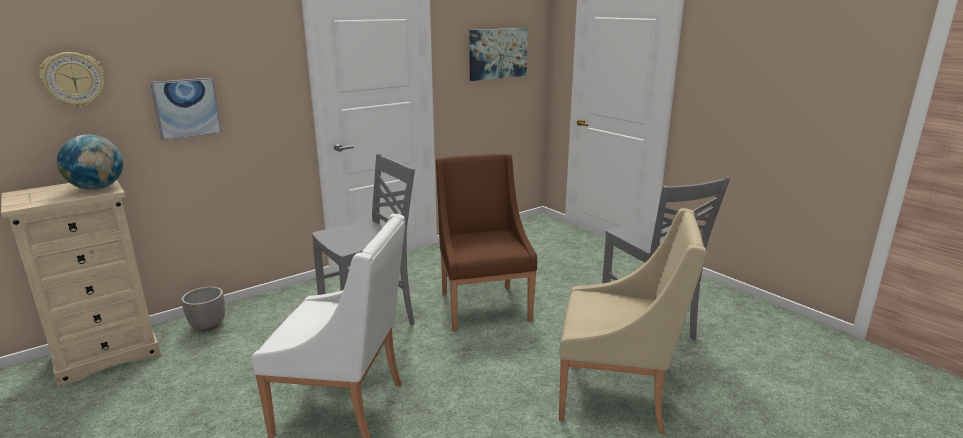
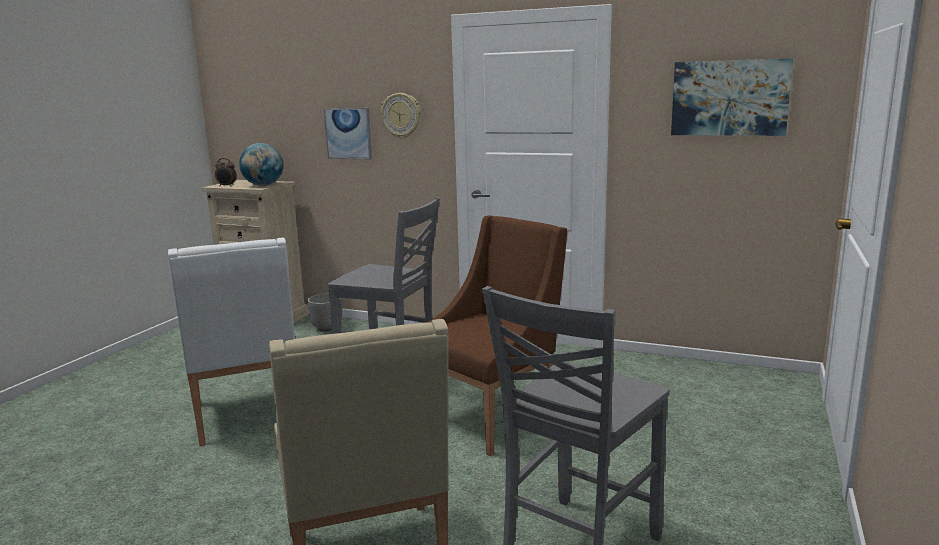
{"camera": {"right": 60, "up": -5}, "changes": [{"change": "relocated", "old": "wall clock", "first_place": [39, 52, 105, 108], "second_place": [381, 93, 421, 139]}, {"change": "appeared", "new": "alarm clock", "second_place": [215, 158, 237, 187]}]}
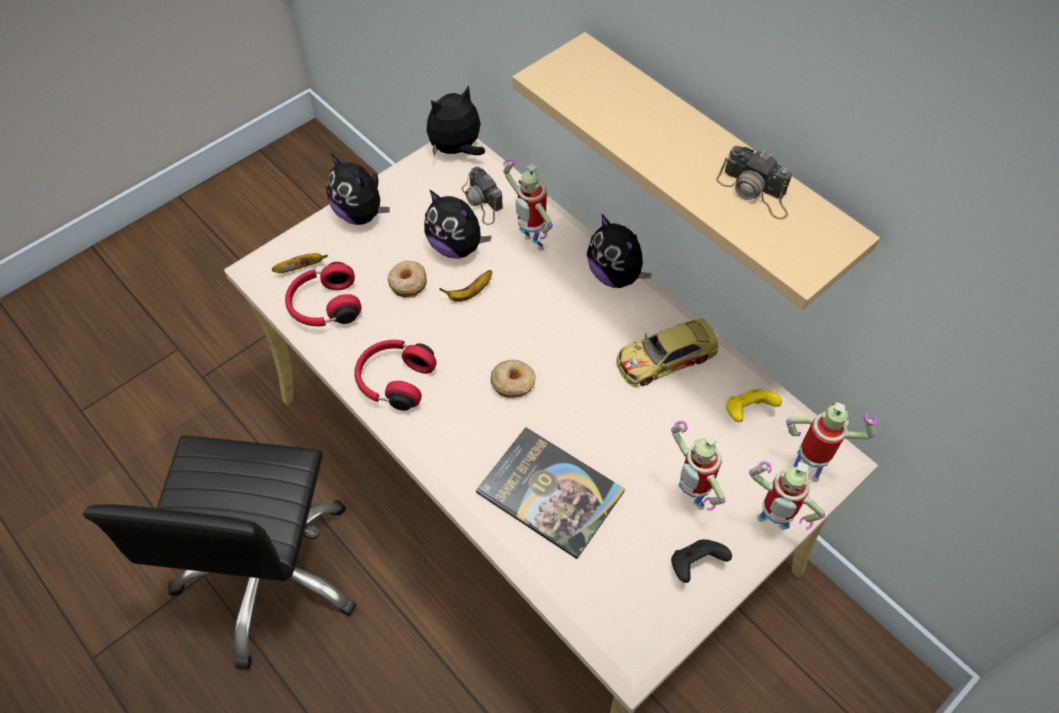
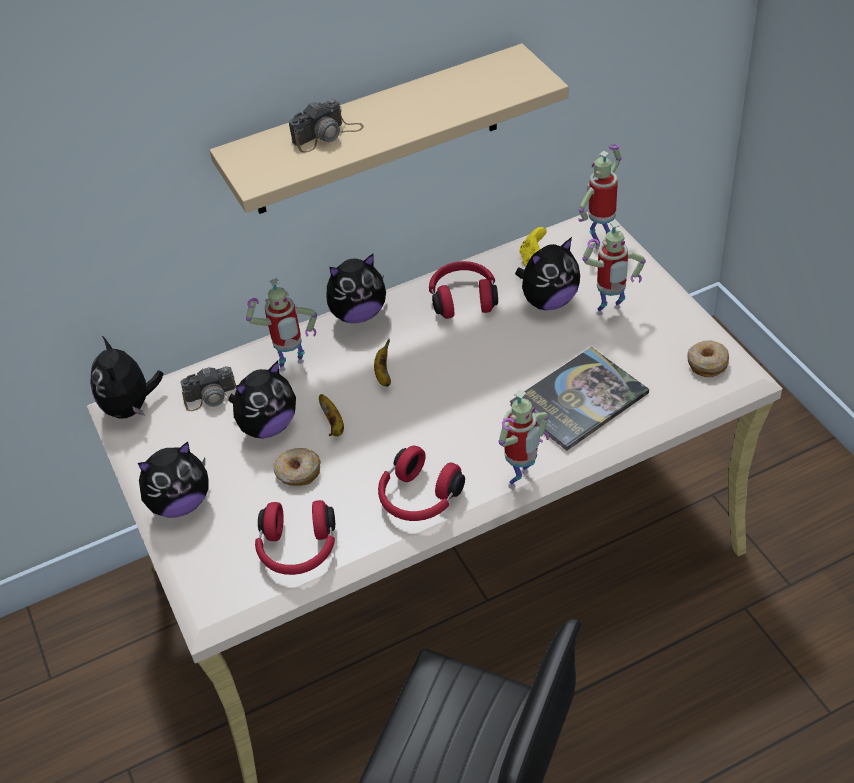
{"camera": {"right": -70, "up": -10}, "changes": [{"change": "relocated", "old": "banana", "first_place": [272, 253, 328, 273], "second_place": [374, 339, 391, 387]}, {"change": "relocated", "old": "donut", "first_place": [491, 359, 536, 398], "second_place": [687, 340, 729, 377]}, {"change": "exchanged", "old": "toy car", "new": "red headphones", "first_place": [616, 318, 719, 387], "second_place": [429, 261, 498, 319]}, {"change": "missing", "old": "black game controller", "first_place": [671, 539, 732, 583]}, {"change": "relocated", "old": "photo camera", "first_place": [716, 146, 792, 220], "second_place": [289, 98, 364, 153]}, {"change": "relocated", "old": "toy robot", "first_place": [749, 461, 825, 530], "second_place": [499, 389, 549, 489]}, {"change": "appeared", "new": "plush toy", "second_place": [515, 237, 580, 310]}]}
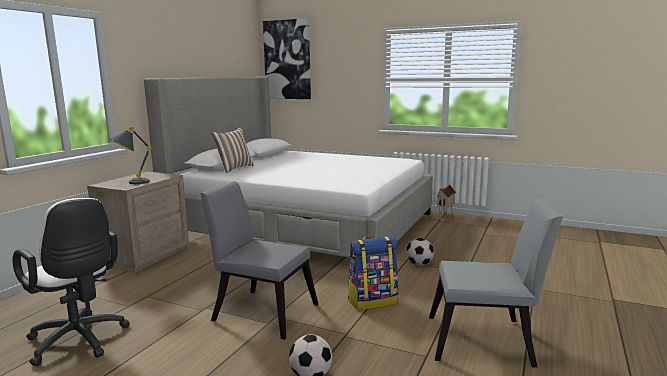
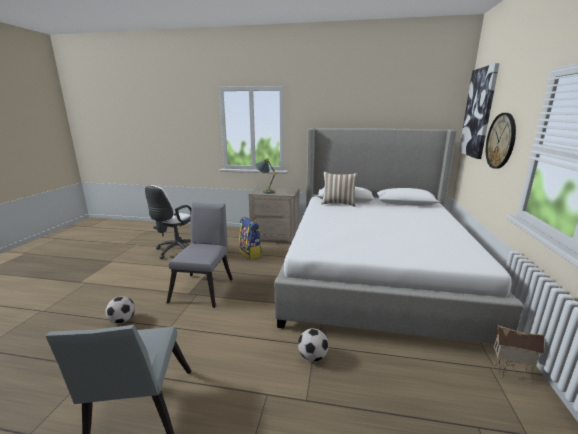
{"camera": {"right": 75, "up": 5}, "changes": [{"change": "relocated", "old": "backpack", "first_place": [348, 236, 398, 310], "second_place": [239, 217, 262, 259]}, {"change": "appeared", "new": "wall clock", "second_place": [486, 113, 516, 169]}]}
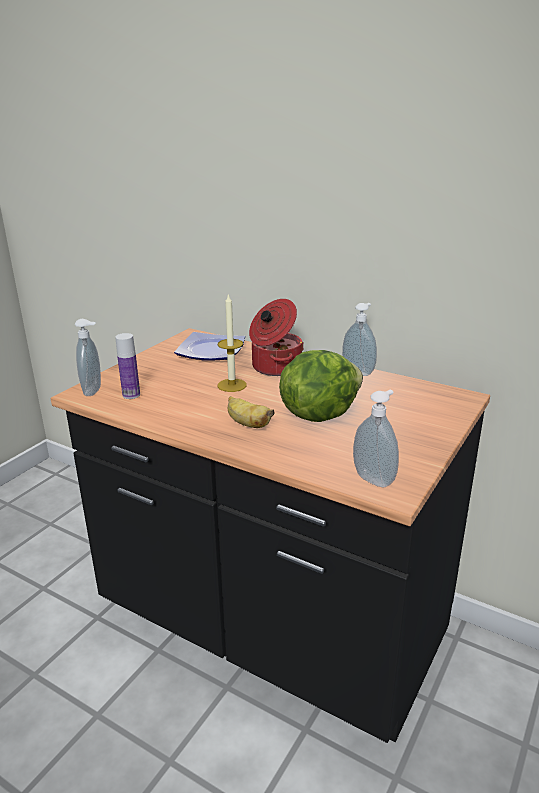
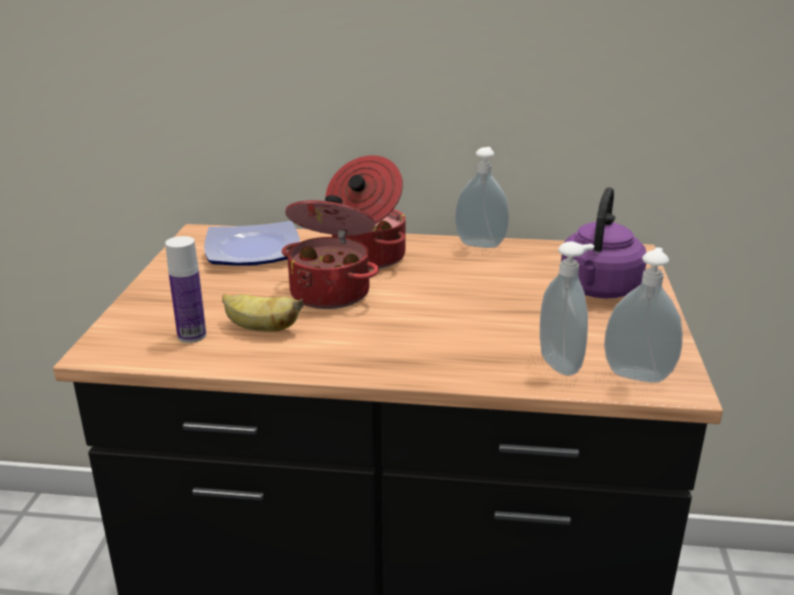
{"camera": {"right": -25, "up": 0}, "changes": [{"change": "relocated", "old": "soap dispenser", "first_place": [75, 319, 101, 396], "second_place": [540, 242, 594, 376]}, {"change": "exchanged", "old": "candle", "new": "cooking pot", "first_place": [218, 293, 247, 392], "second_place": [282, 195, 379, 309]}, {"change": "relocated", "old": "banana", "first_place": [228, 396, 275, 428], "second_place": [222, 294, 303, 332]}, {"change": "missing", "old": "lettuce", "first_place": [279, 350, 363, 422]}, {"change": "appeared", "new": "purple kettle", "second_place": [561, 187, 646, 298]}]}
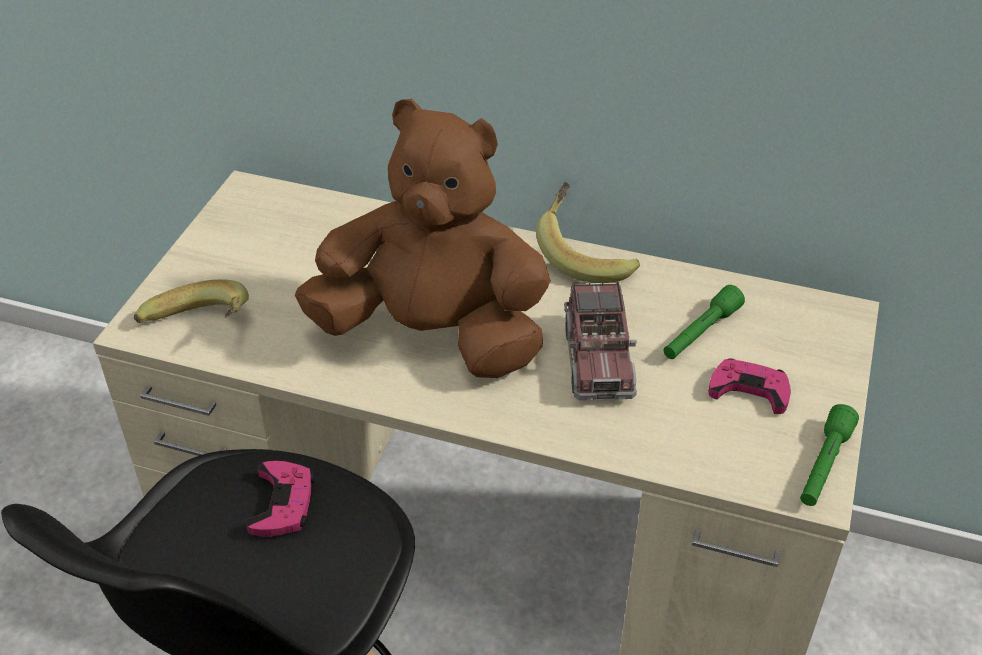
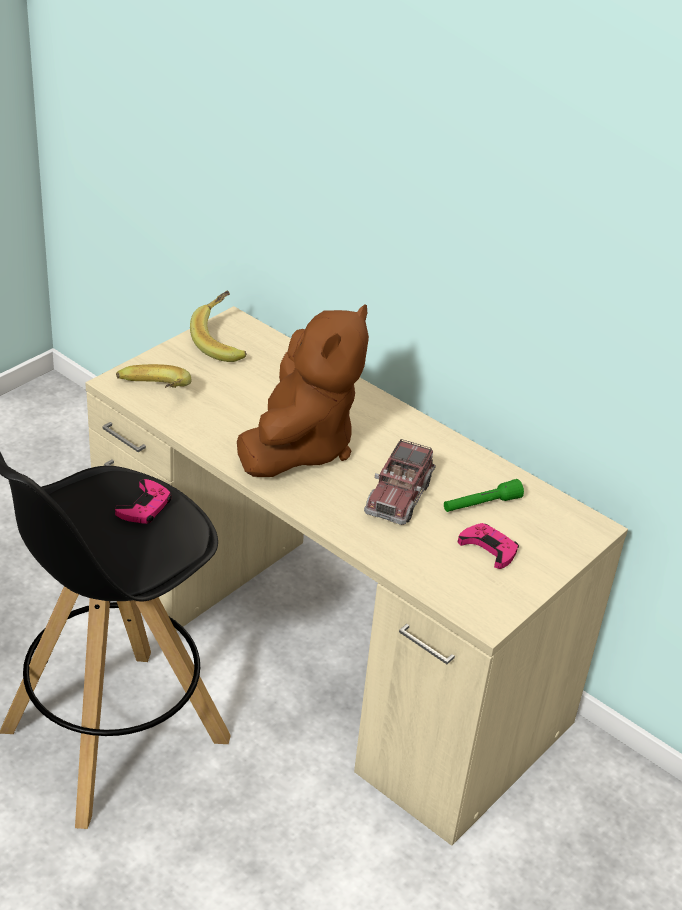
{"camera": {"right": 20, "up": -5}, "changes": [{"change": "spun", "old": "brown plush toy", "first_place": [295, 99, 551, 378], "second_place": [237, 304, 369, 477], "degrees": 75}, {"change": "relocated", "old": "banana", "first_place": [536, 182, 640, 282], "second_place": [190, 291, 247, 362]}, {"change": "missing", "old": "green flashlight", "first_place": [800, 404, 859, 506]}]}
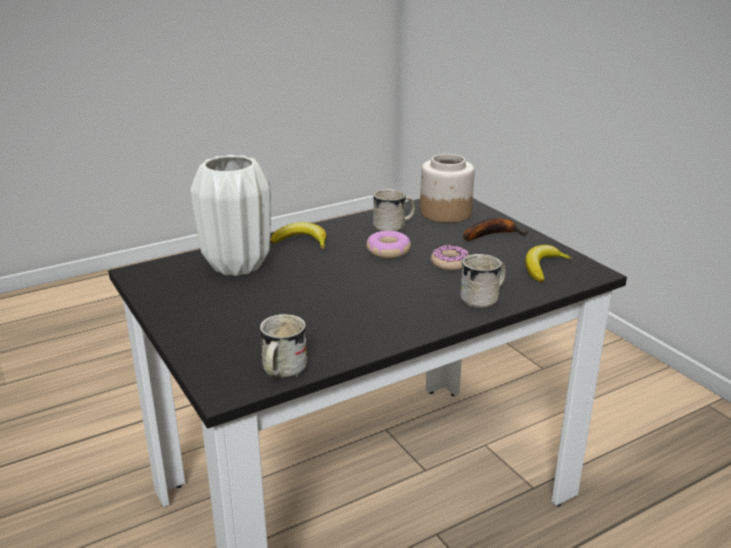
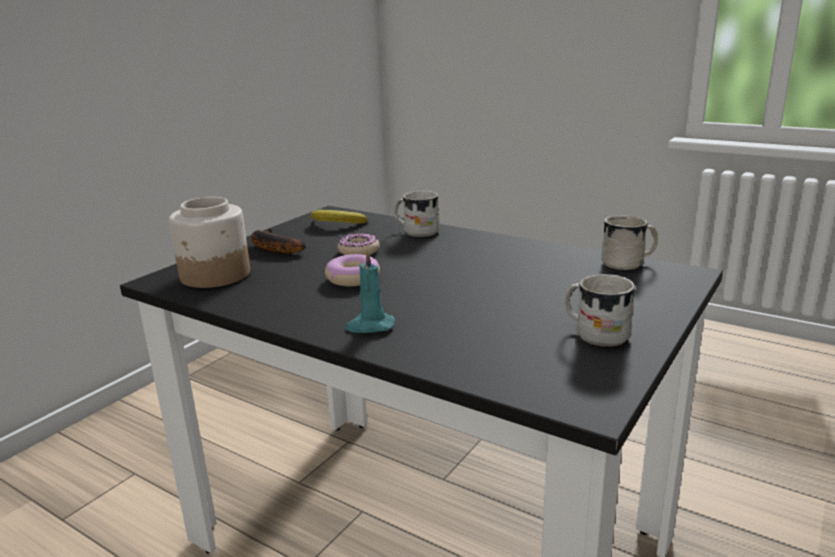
{"camera": {"right": -115, "up": -5}, "changes": [{"change": "missing", "old": "white vase", "first_place": [190, 155, 271, 276]}, {"change": "exchanged", "old": "banana", "new": "turquoise candle", "first_place": [270, 222, 326, 249], "second_place": [345, 250, 395, 333]}, {"change": "relocated", "old": "white mug", "first_place": [373, 189, 415, 231], "second_place": [565, 274, 635, 347]}]}
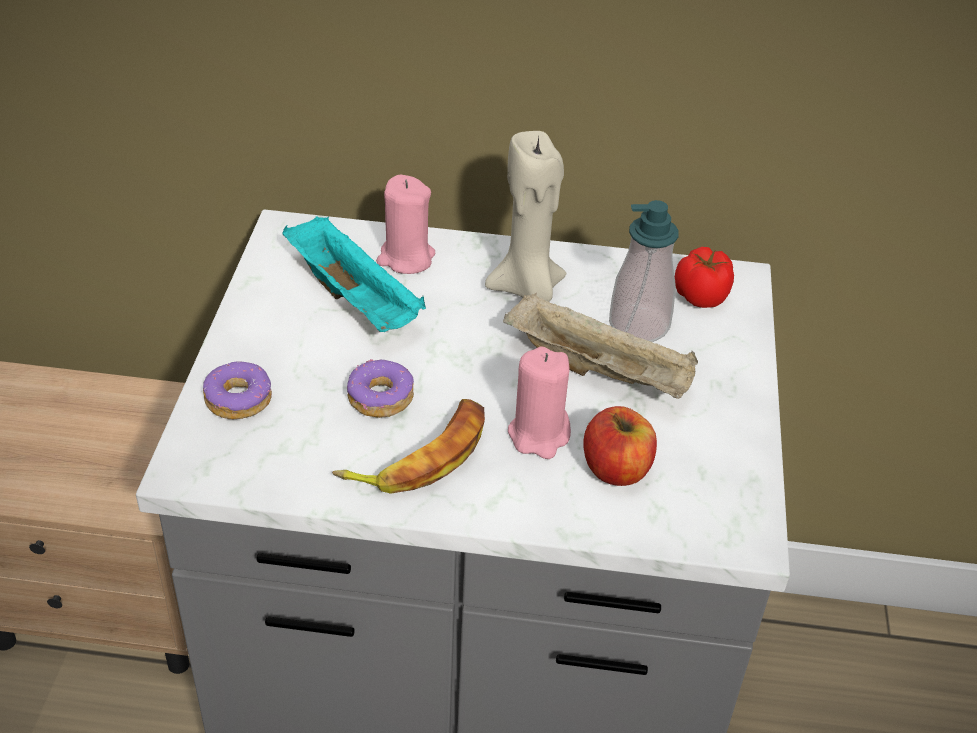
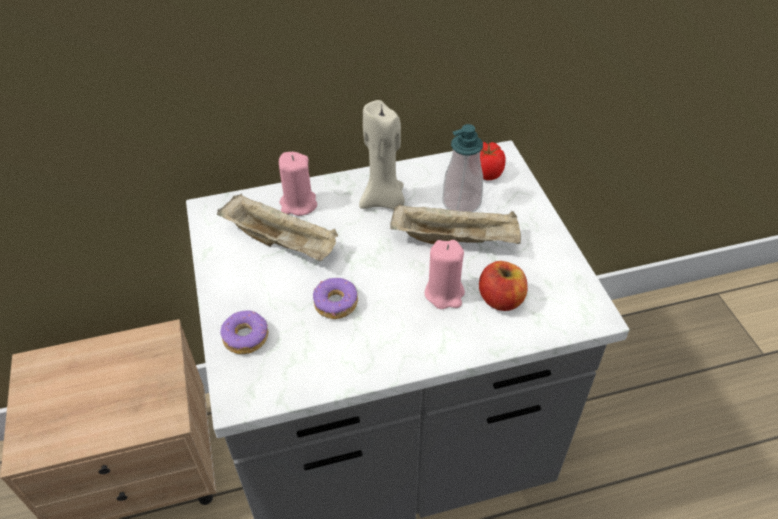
{"camera": {"right": -20, "up": 5}, "changes": [{"change": "colour", "old": "turquoise tray", "new": "beige tray", "first_place": [282, 216, 426, 332], "second_place": [217, 194, 338, 261]}, {"change": "missing", "old": "banana", "first_place": [332, 399, 485, 494]}]}
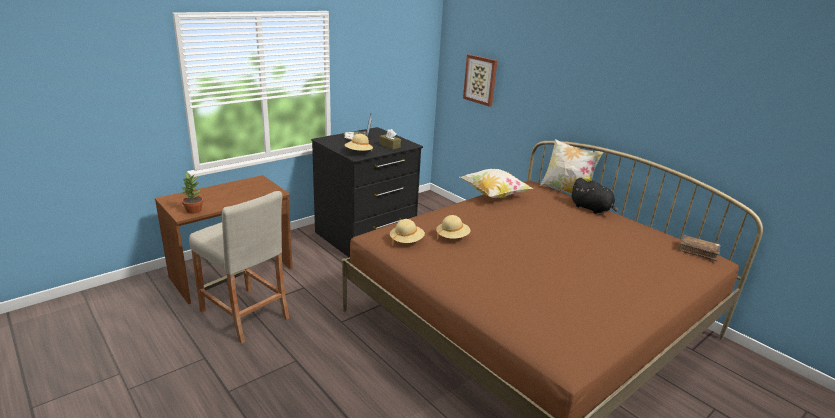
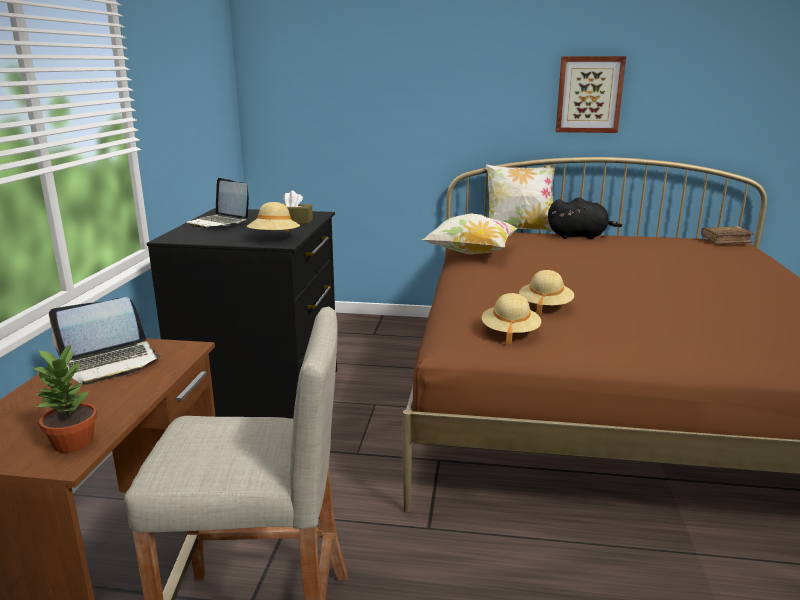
{"camera": {"right": -40, "up": -5}, "changes": [{"change": "relocated", "old": "picture", "first_place": [463, 54, 497, 107], "second_place": [555, 56, 626, 133]}, {"change": "appeared", "new": "laptop", "second_place": [49, 297, 162, 385]}]}
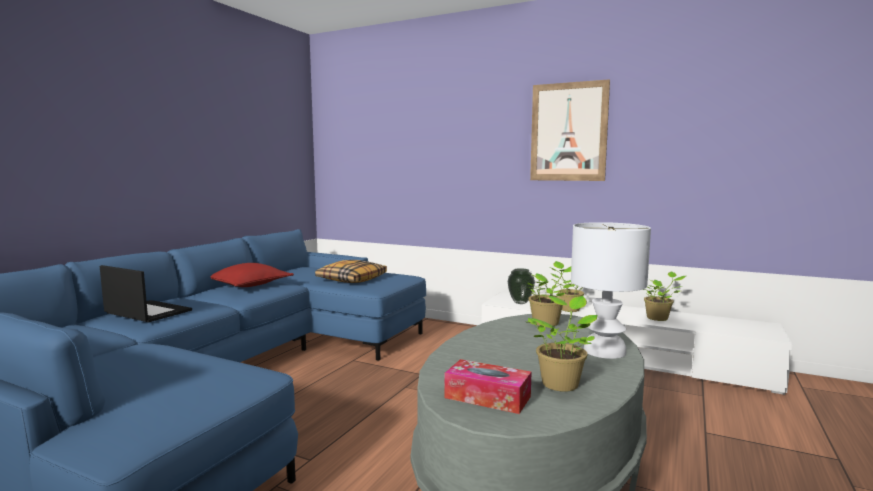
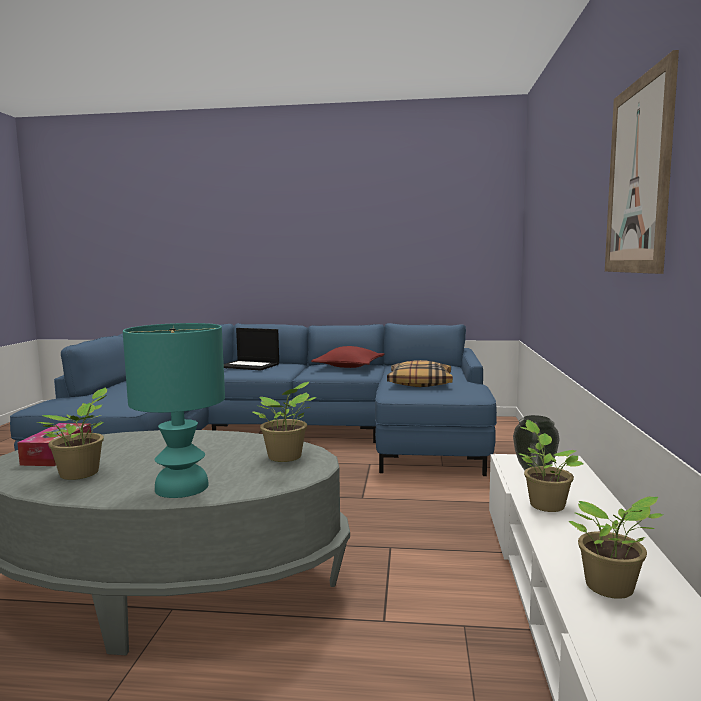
{"camera": {"right": 70, "up": 0}, "changes": [{"change": "spun", "old": "laptop", "first_place": [99, 265, 192, 322], "second_place": [224, 328, 279, 371], "degrees": 105}, {"change": "colour", "old": "white table lamp", "new": "turquoise table lamp", "first_place": [571, 222, 651, 359], "second_place": [123, 323, 225, 498]}]}
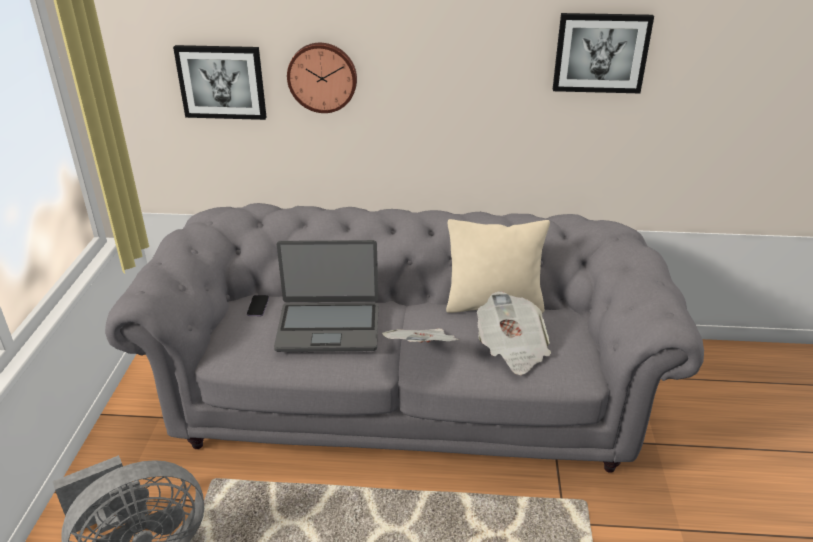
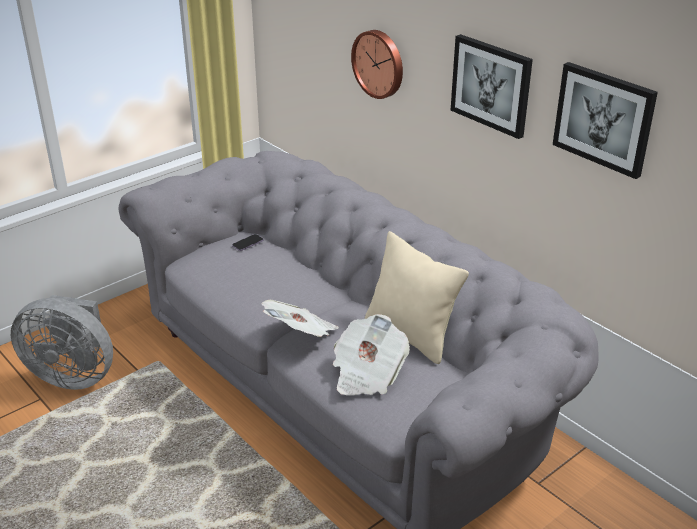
{"camera": {"right": 45, "up": 0}, "changes": [{"change": "relocated", "old": "picture", "first_place": [173, 45, 266, 120], "second_place": [451, 34, 533, 139]}, {"change": "missing", "old": "laptop", "first_place": [274, 240, 378, 352]}]}
